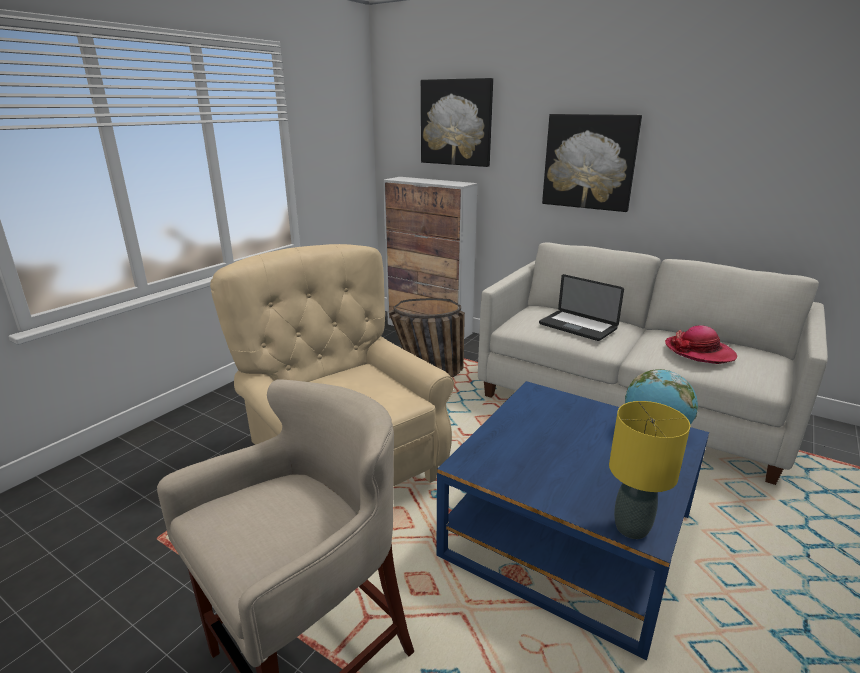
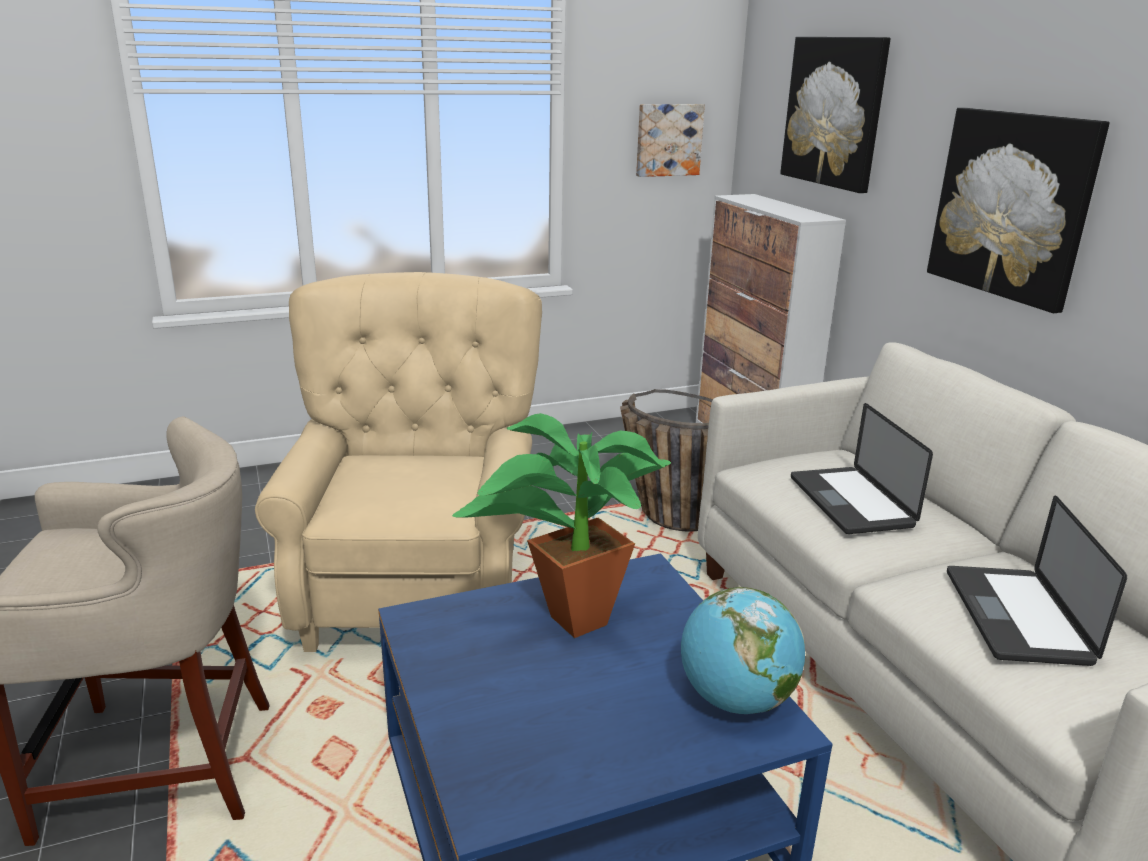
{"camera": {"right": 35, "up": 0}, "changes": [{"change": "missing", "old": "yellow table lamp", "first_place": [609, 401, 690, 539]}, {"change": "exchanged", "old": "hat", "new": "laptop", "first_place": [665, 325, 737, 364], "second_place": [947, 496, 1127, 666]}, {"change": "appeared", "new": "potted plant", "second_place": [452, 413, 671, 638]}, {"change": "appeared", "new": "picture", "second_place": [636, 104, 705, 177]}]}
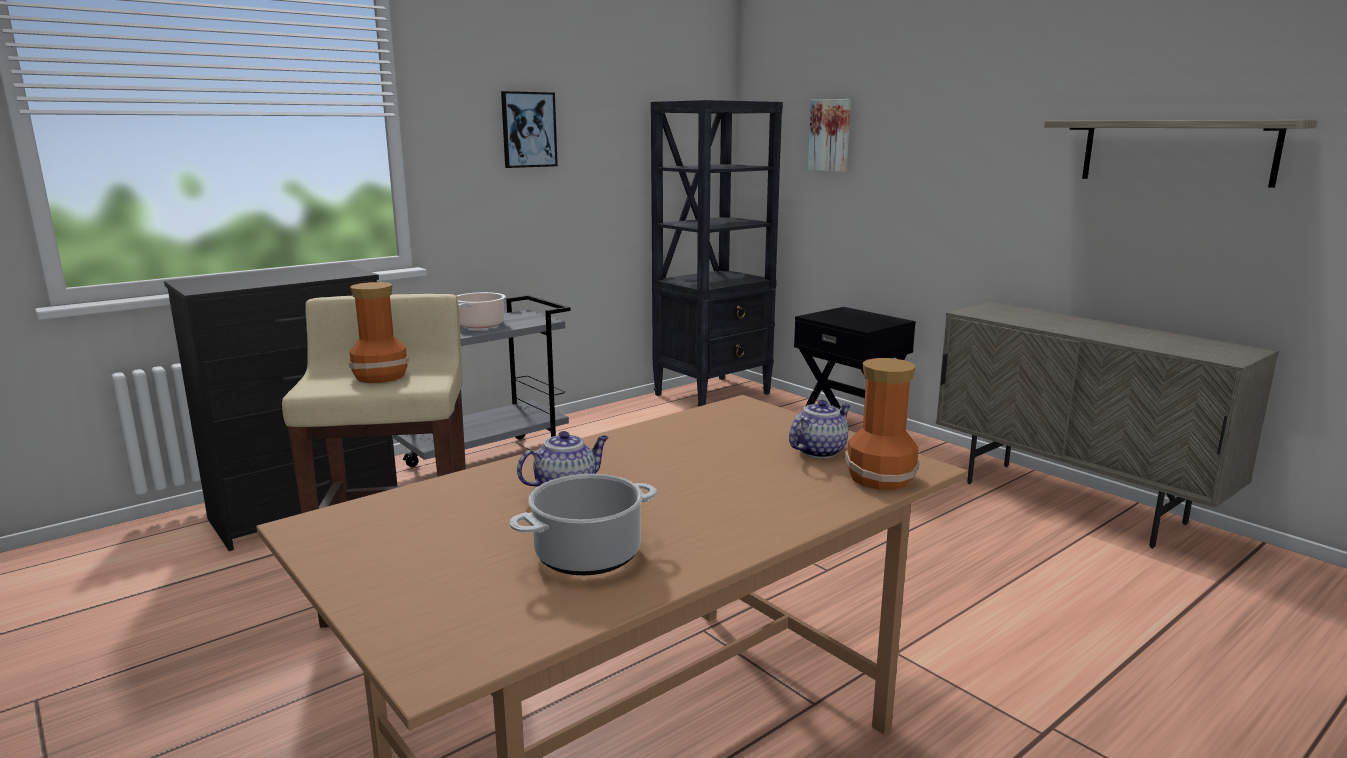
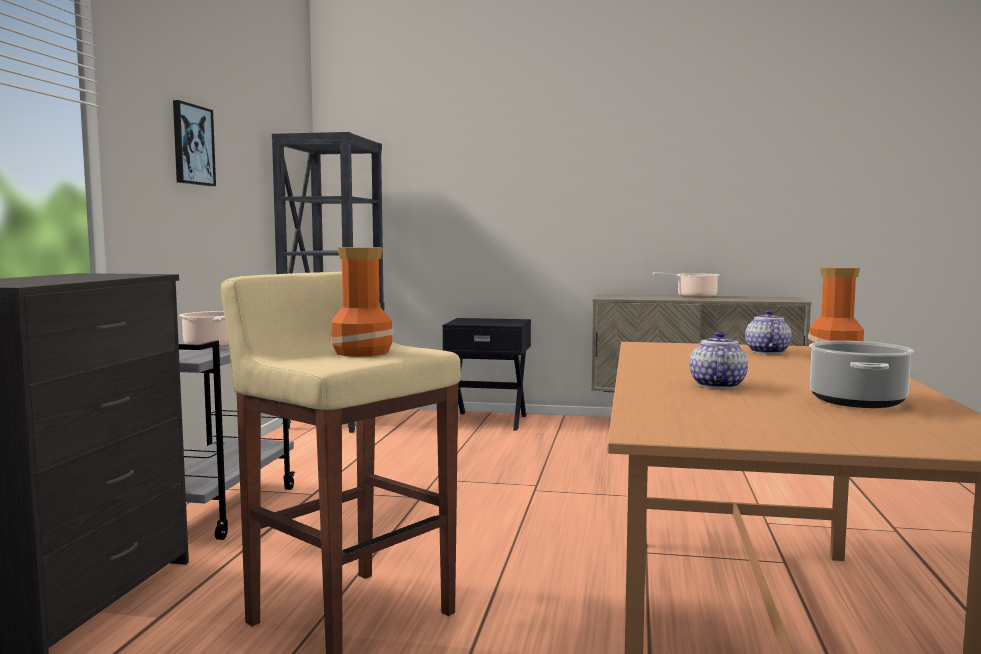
{"camera": {"right": -40, "up": -10}, "changes": [{"change": "missing", "old": "picture", "first_place": [808, 99, 851, 172]}, {"change": "missing", "old": "shelf", "first_place": [1044, 120, 1317, 188]}, {"change": "appeared", "new": "cooking pot", "second_place": [653, 273, 719, 298]}]}
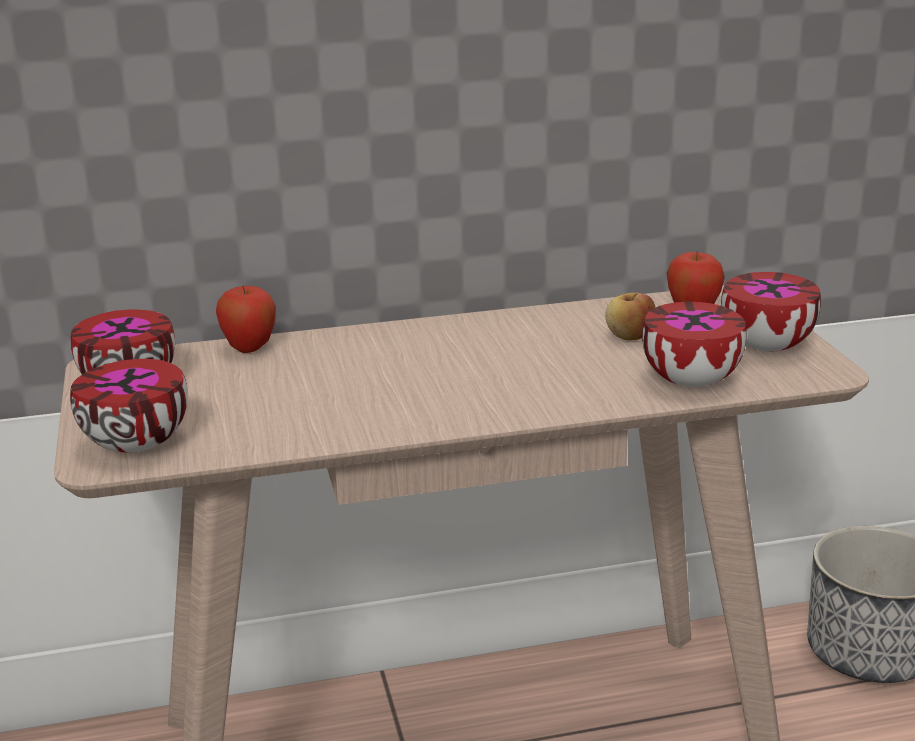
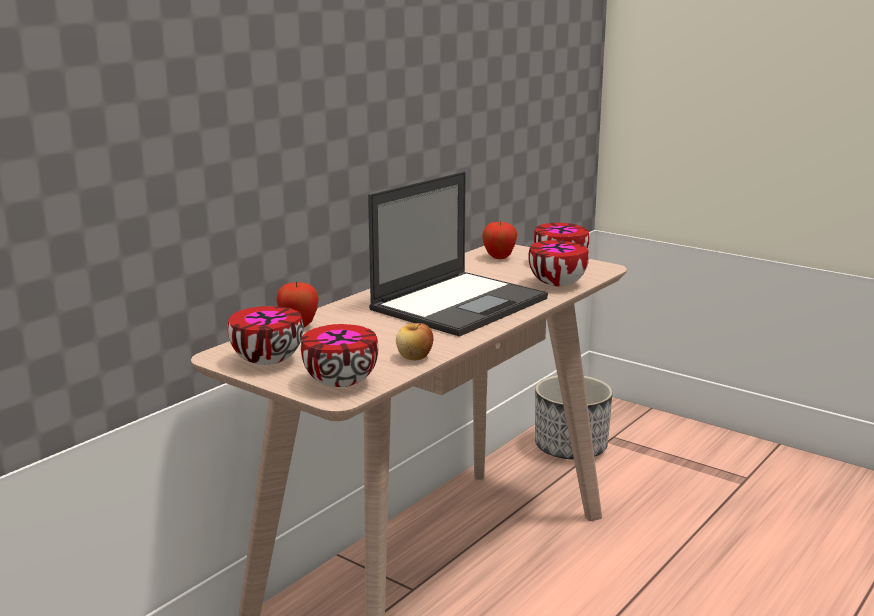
{"camera": {"right": -40, "up": -5}, "changes": [{"change": "relocated", "old": "apple", "first_place": [605, 292, 656, 340], "second_place": [396, 323, 433, 360]}, {"change": "appeared", "new": "laptop", "second_place": [368, 171, 548, 337]}]}
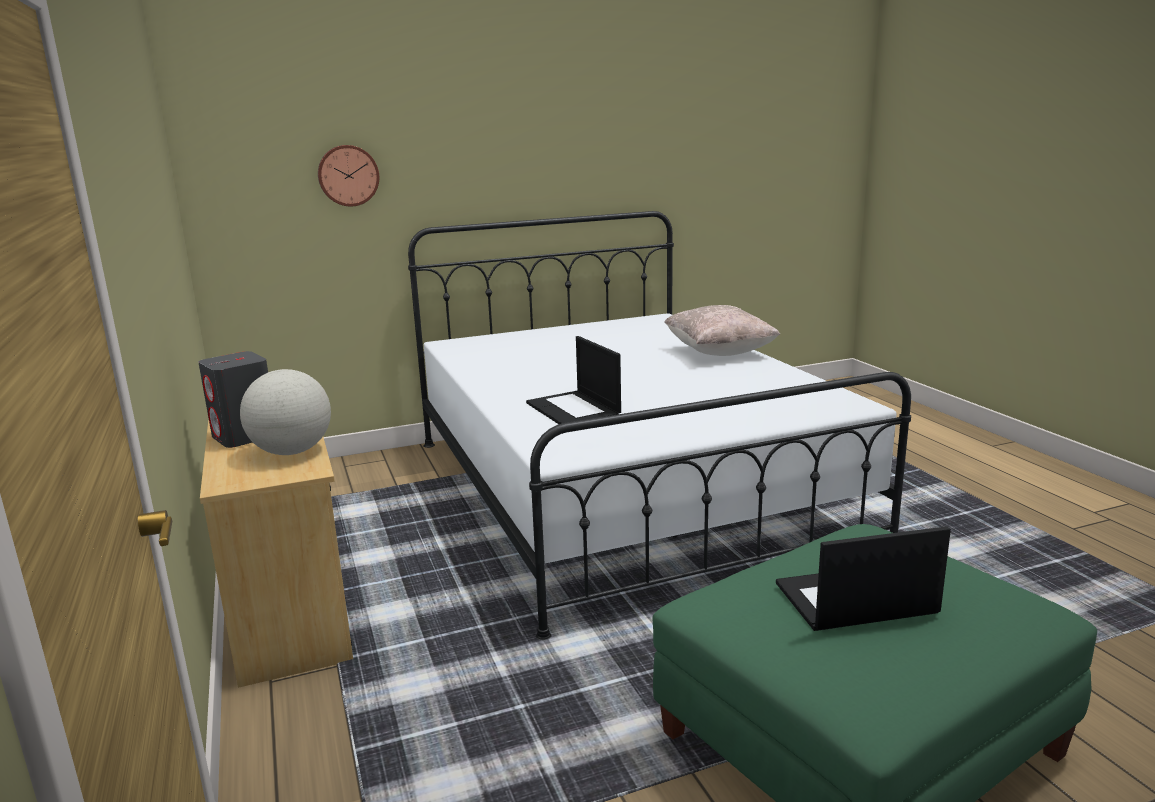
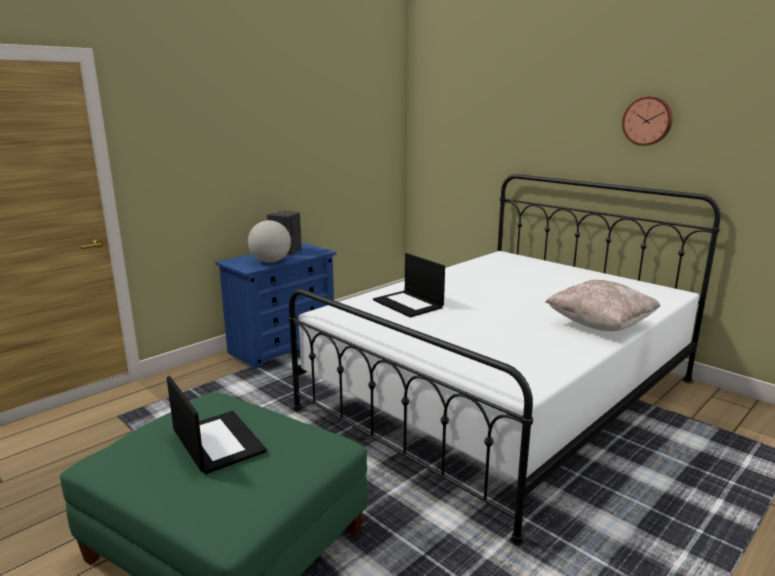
{"camera": {"right": 65, "up": 0}, "changes": [{"change": "colour", "old": "beige dresser", "new": "blue dresser", "first_place": [200, 420, 353, 688], "second_place": [215, 243, 337, 368]}, {"change": "relocated", "old": "wall clock", "first_place": [318, 145, 379, 207], "second_place": [622, 96, 673, 146]}, {"change": "spun", "old": "laptop", "first_place": [526, 336, 621, 424], "second_place": [373, 253, 445, 317], "degrees": -75}]}
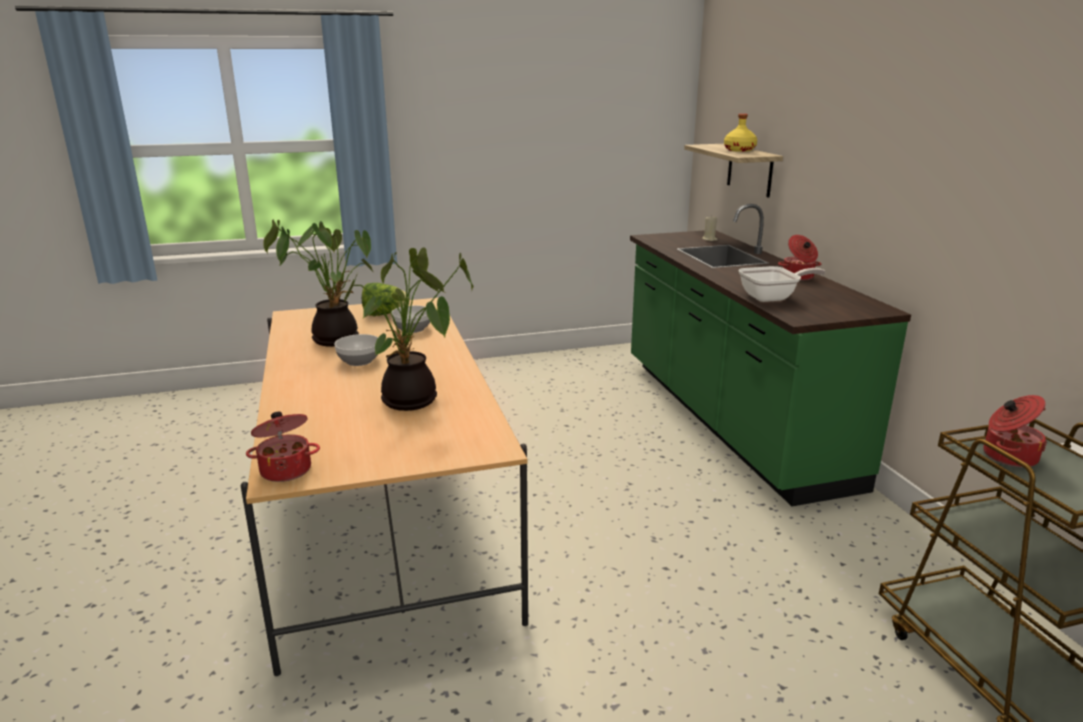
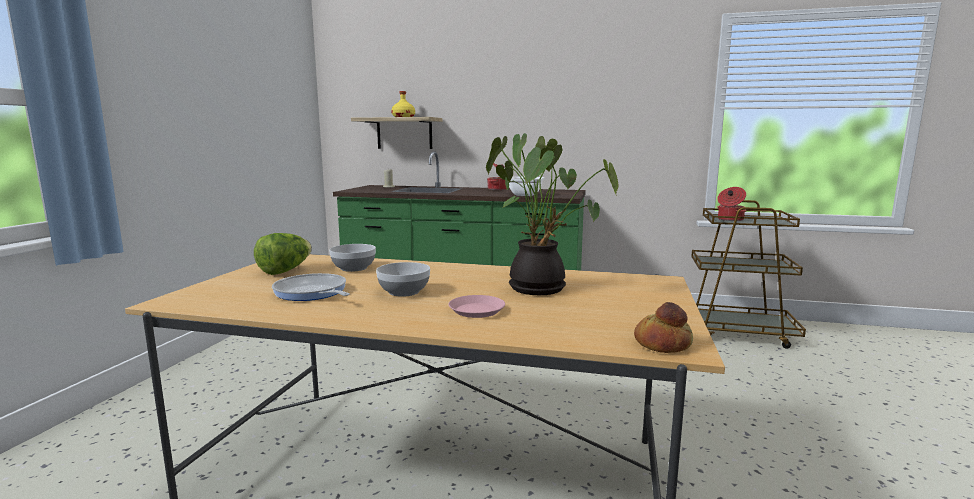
{"camera": {"right": -60, "up": -10}, "changes": [{"change": "exchanged", "old": "cooking pot", "new": "bread", "first_place": [246, 412, 320, 482], "second_place": [634, 302, 693, 353]}, {"change": "exchanged", "old": "potted plant", "new": "frying pan", "first_place": [264, 220, 373, 347], "second_place": [272, 273, 350, 301]}, {"change": "appeared", "new": "pink plate", "second_place": [448, 295, 505, 318]}]}
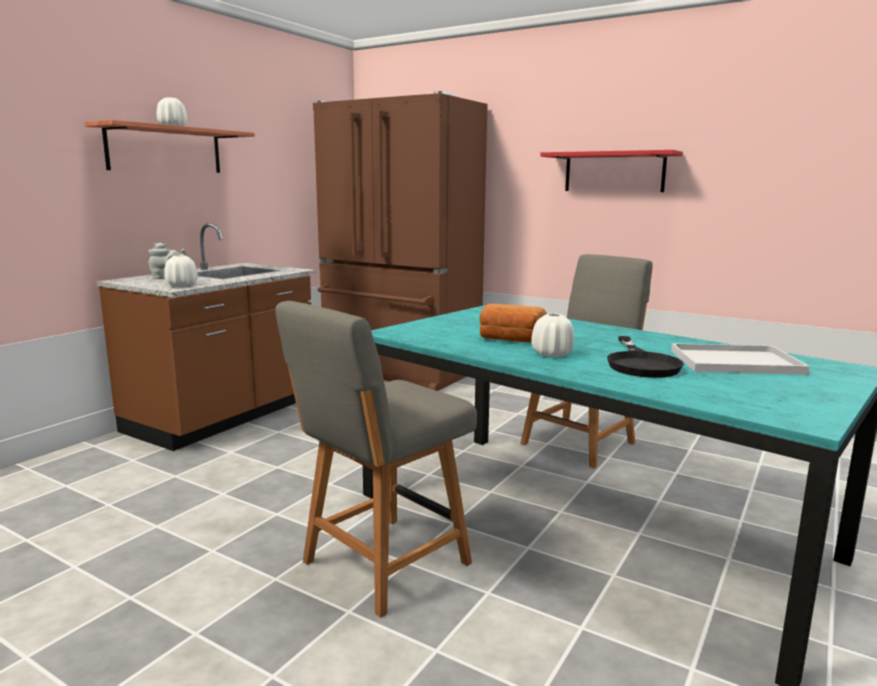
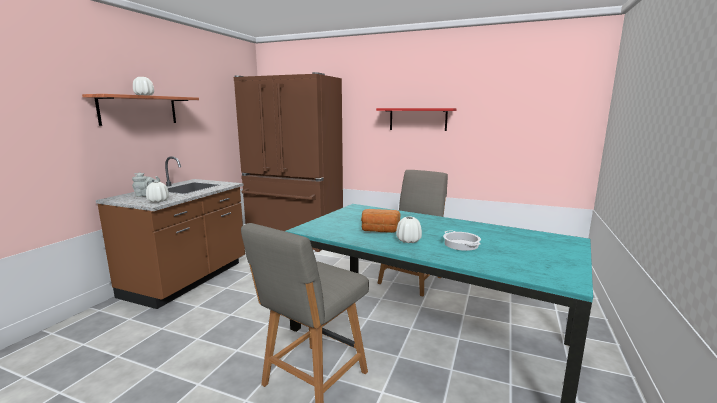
{"camera": {"right": -10, "up": 0}, "changes": [{"change": "exchanged", "old": "black frying pan", "new": "cooking pot", "first_place": [607, 336, 684, 378], "second_place": [443, 231, 481, 251]}, {"change": "missing", "old": "white tray", "first_place": [671, 343, 810, 375]}]}
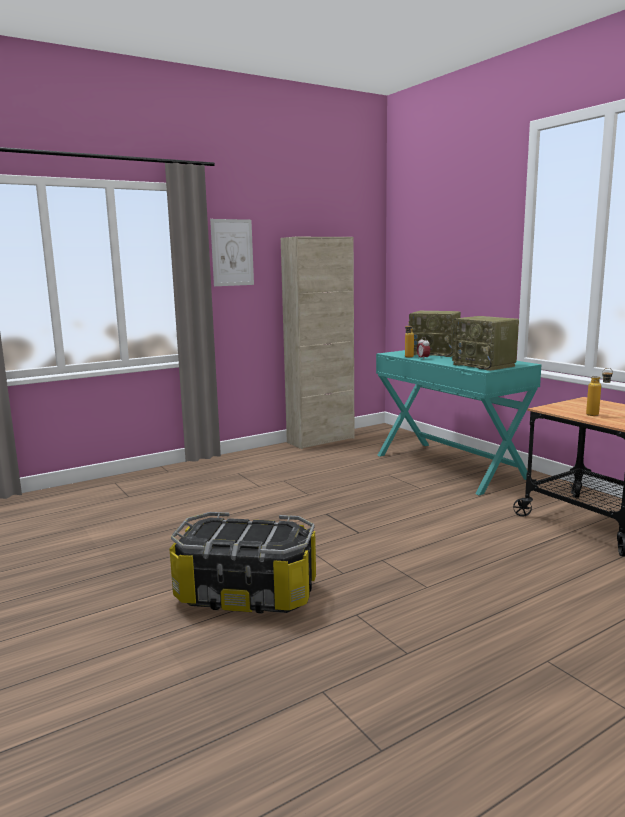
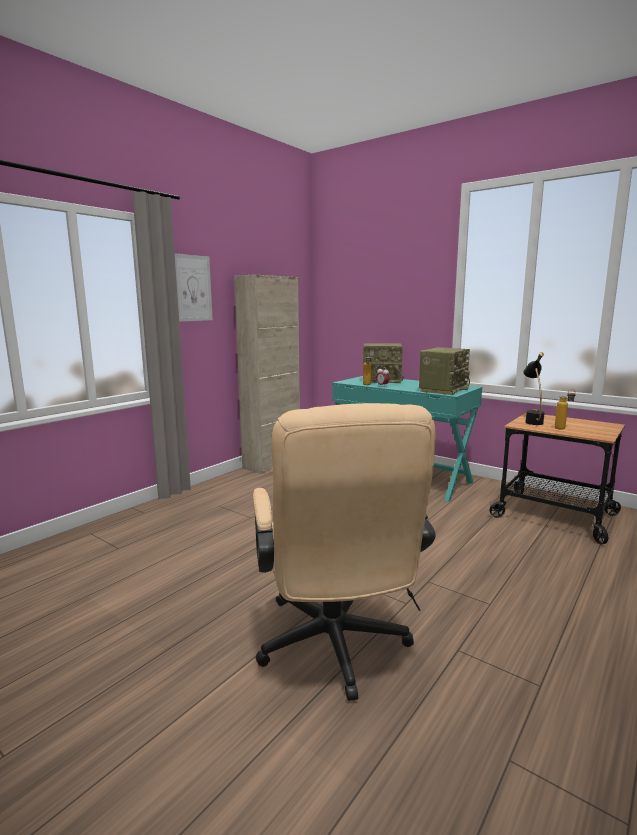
{"camera": {"right": -20, "up": 0}, "changes": [{"change": "exchanged", "old": "storage box", "new": "beige office chair", "first_place": [170, 512, 316, 614], "second_place": [253, 403, 436, 701]}, {"change": "spun", "old": "radio", "first_place": [452, 316, 519, 371], "second_place": [419, 347, 470, 395], "degrees": -90}, {"change": "appeared", "new": "black table lamp", "second_place": [523, 352, 545, 425]}]}
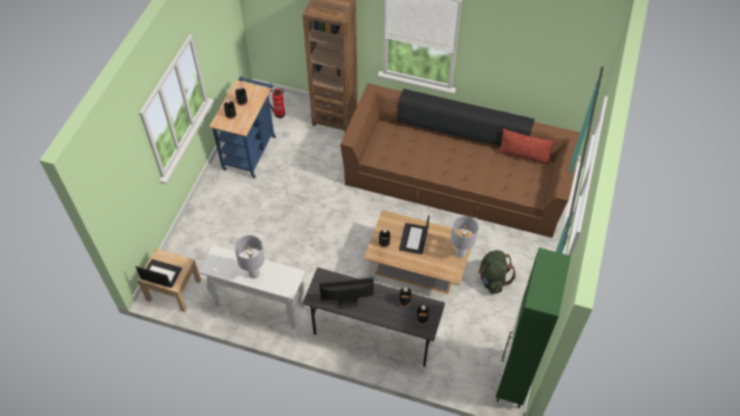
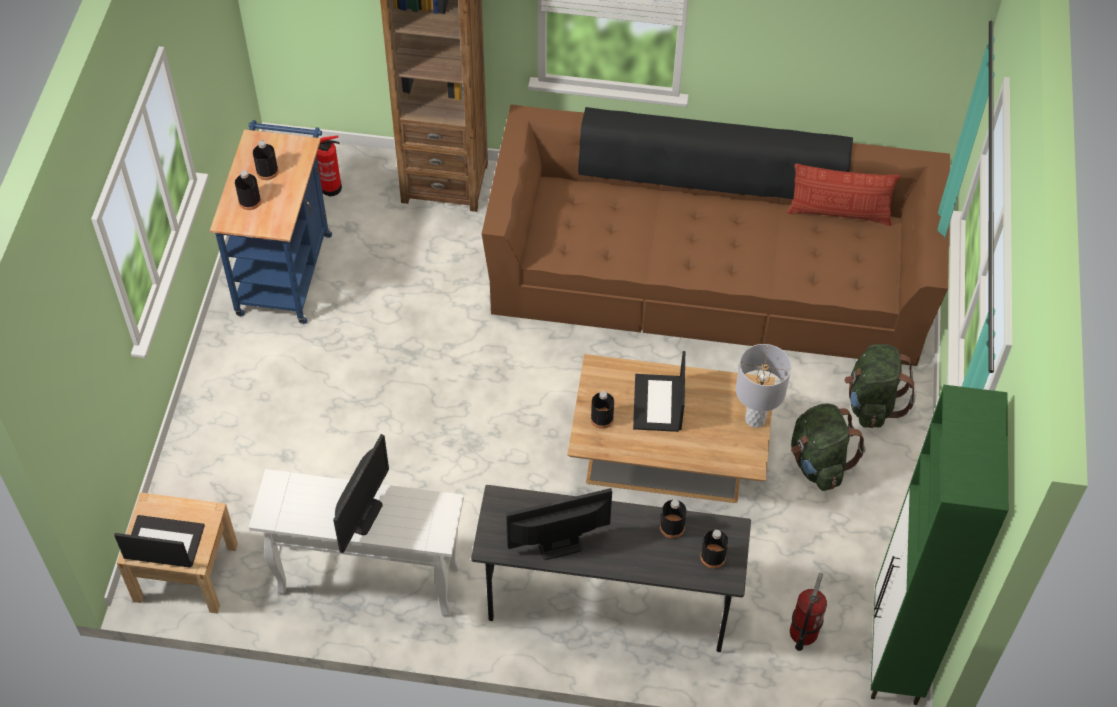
{"camera": {"right": -10, "up": 0}, "changes": [{"change": "exchanged", "old": "grey table lamp", "new": "monitor", "first_place": [234, 235, 265, 279], "second_place": [333, 434, 389, 553]}, {"change": "appeared", "new": "fire extinguisher", "second_place": [790, 573, 827, 651]}, {"change": "appeared", "new": "green backpack", "second_place": [844, 344, 916, 428]}]}
